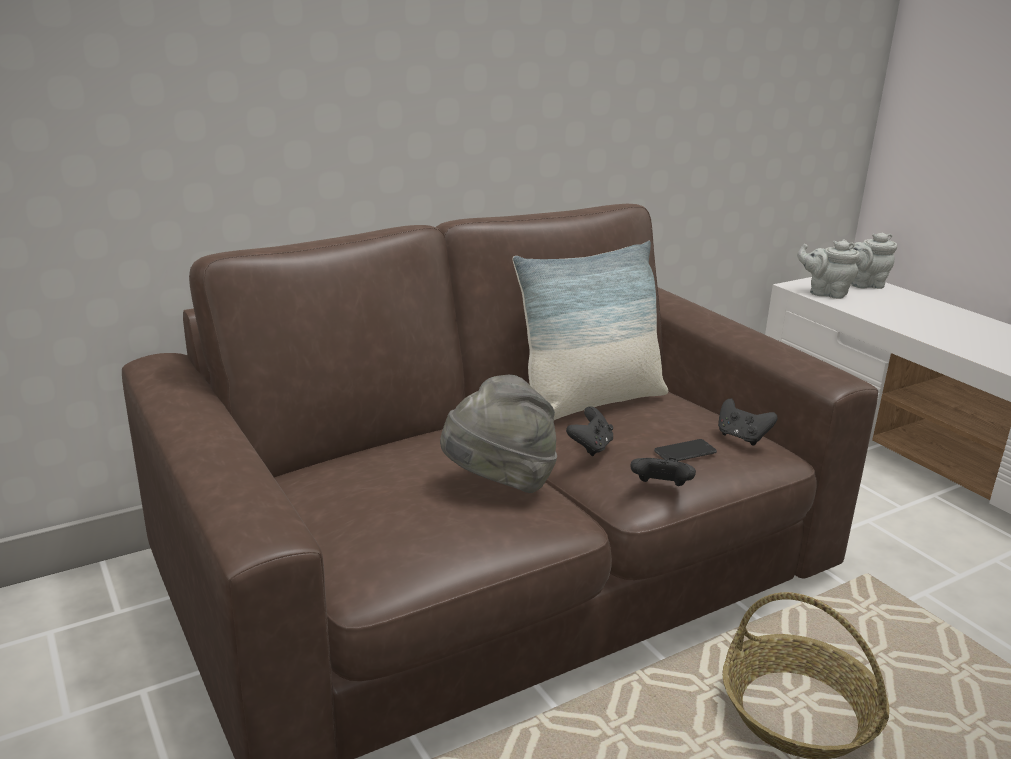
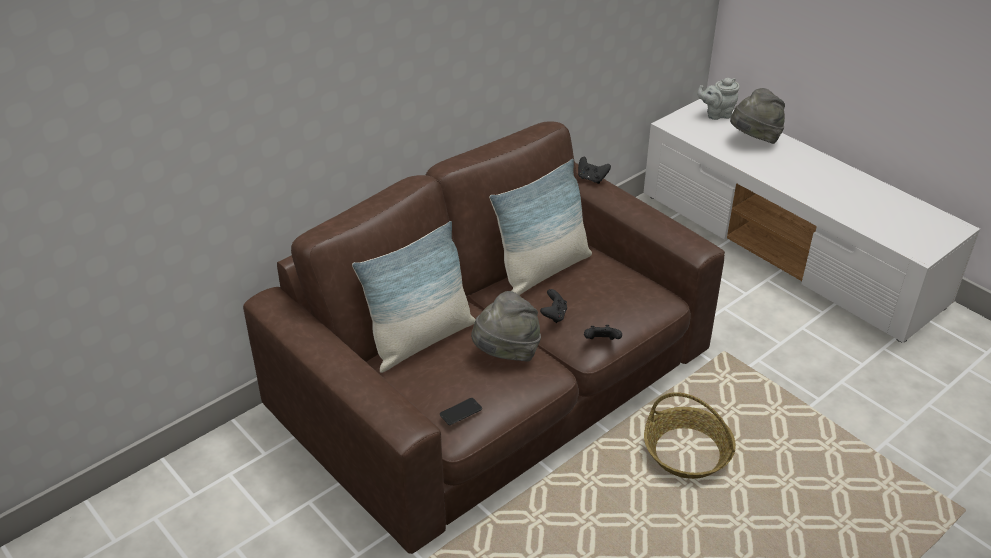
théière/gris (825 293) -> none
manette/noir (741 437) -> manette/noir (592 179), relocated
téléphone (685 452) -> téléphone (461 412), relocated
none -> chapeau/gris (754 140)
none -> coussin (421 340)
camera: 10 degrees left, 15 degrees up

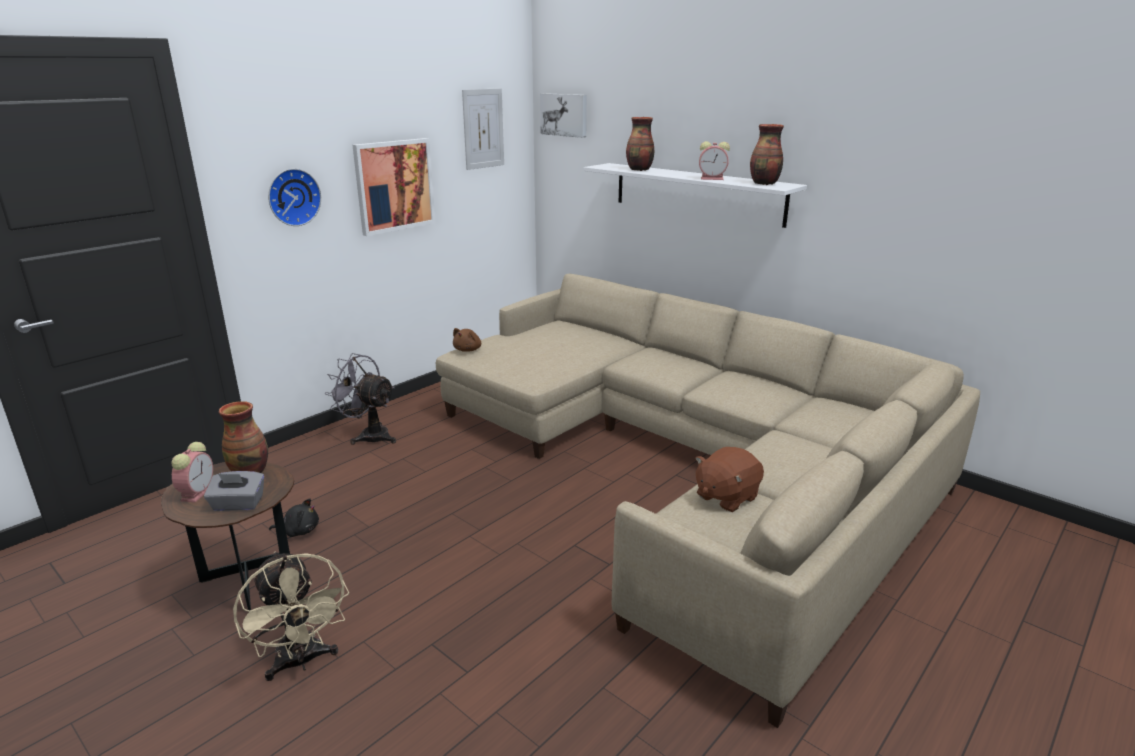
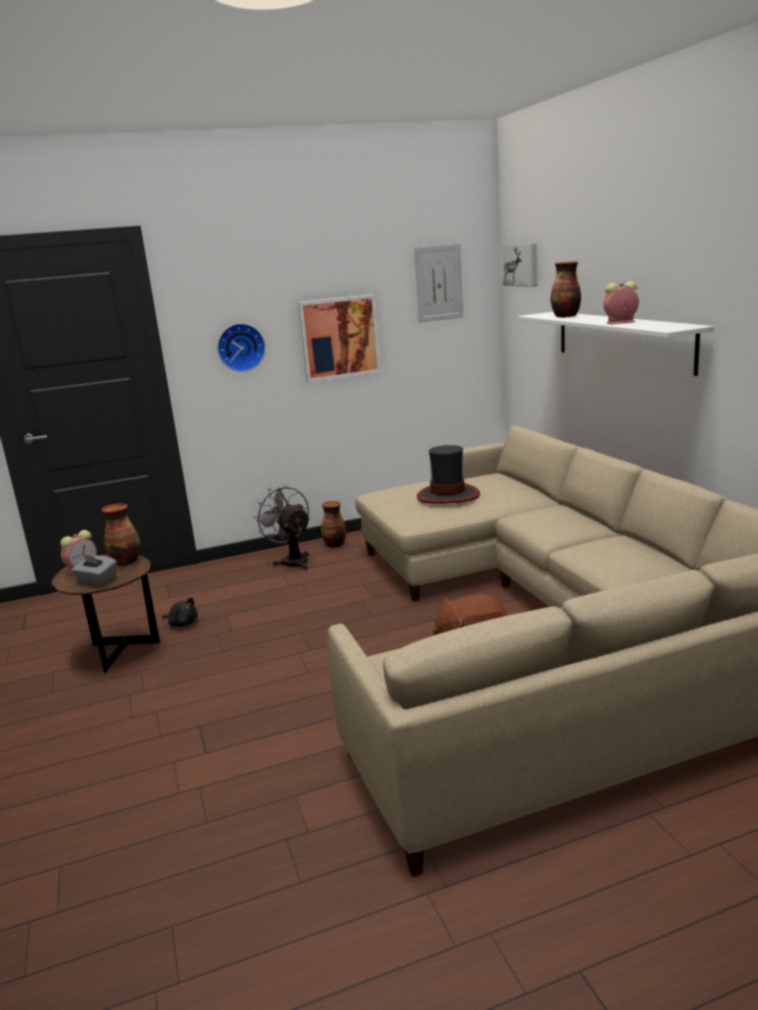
vase (764 183) -> vase (334 545), relocated
réveil (713 178) -> réveil (619 322), 135 degrees clockwise
peluche/marron (468 350) -> none
ventilateur/beige (301 662) -> none
none -> chapeau (448 495)
camera: 30 degrees right, 5 degrees down

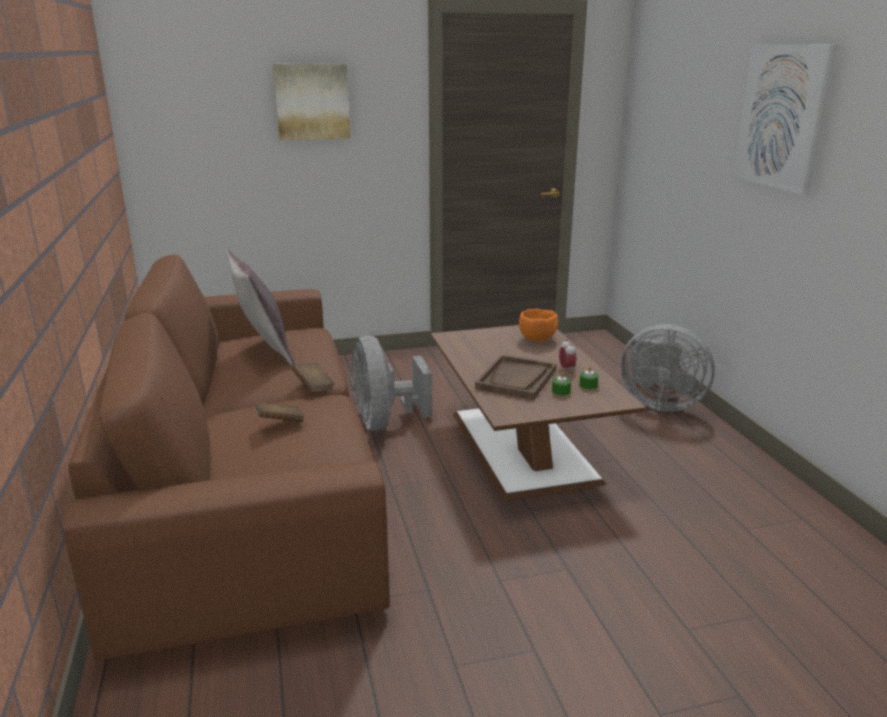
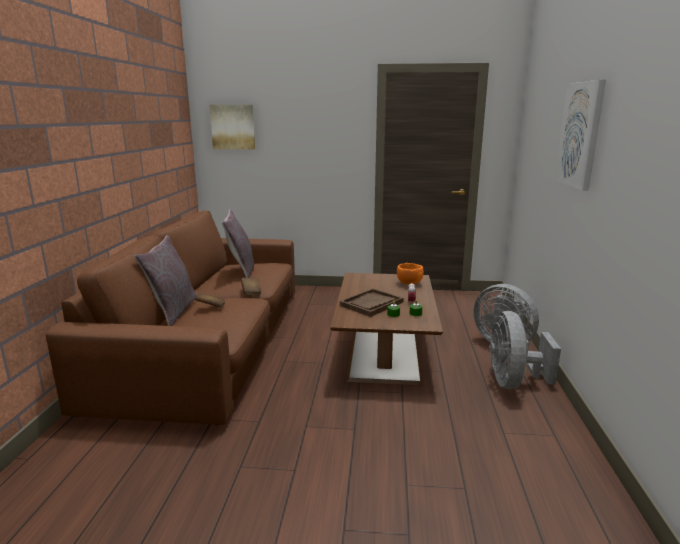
tableau (312 101) -> tableau (233 127), relocated
ventilateur/gris (384 422) -> ventilateur/gris (513 382), relocated
none -> coussin/gris (172 311)
camera: 20 degrees right, 5 degrees down

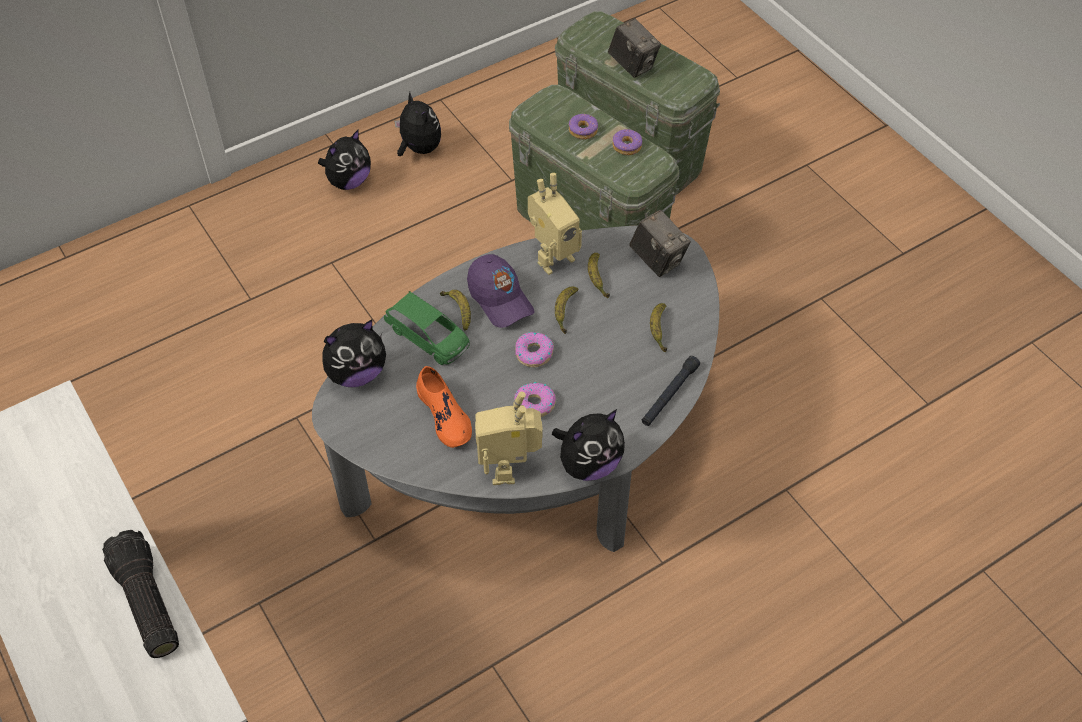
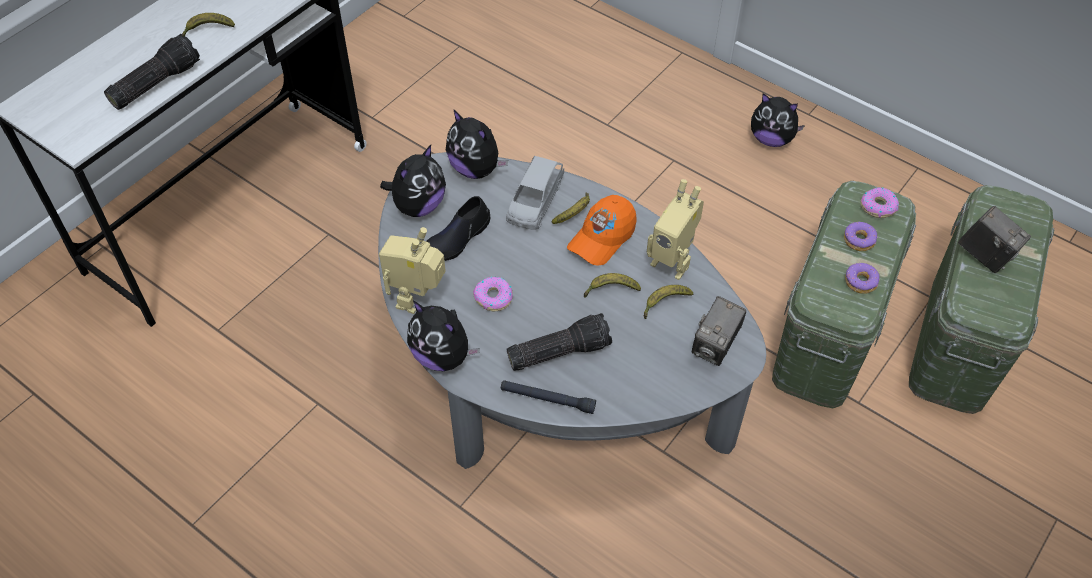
appareil photo (632 65) -> appareil photo (985 255), 75 degrees counterclockwise
peluche (419 149) -> peluche (418 206), relocated
casquette/violet (500 299) -> casquette/orange (602 238)
petite voiture/vert (428 338) -> petite voiture/gris (534 202)
banane (658 330) -> banane (207 30), relocated
beignet (533 353) -> beignet (878 206), relocated
chaussure/orange (444 415) -> chaussure/noir (456 239)
robot jouet (510 468) -> robot jouet (418 300), 45 degrees counterclockwise
none -> lampe de poche (559 351)
camera: 70 degrees right, 0 degrees up

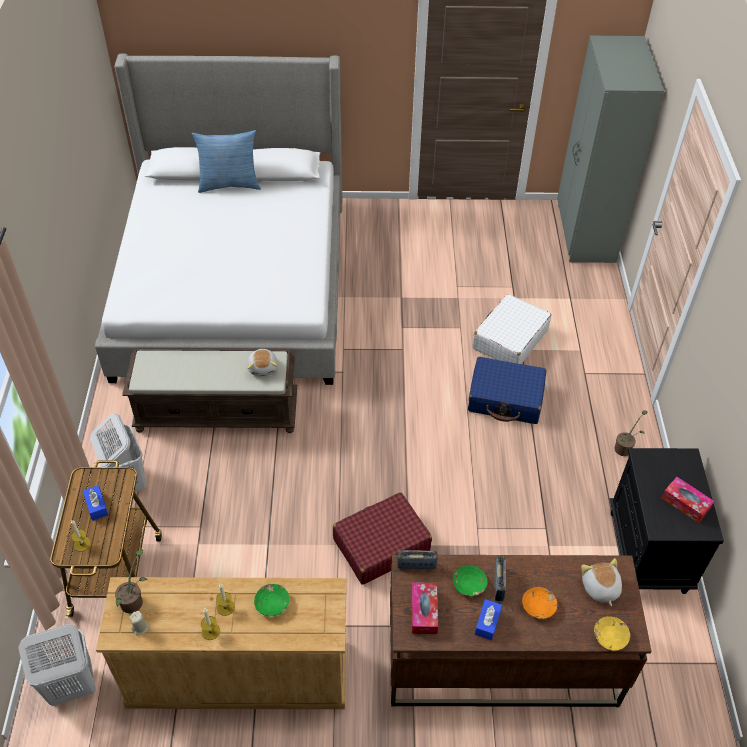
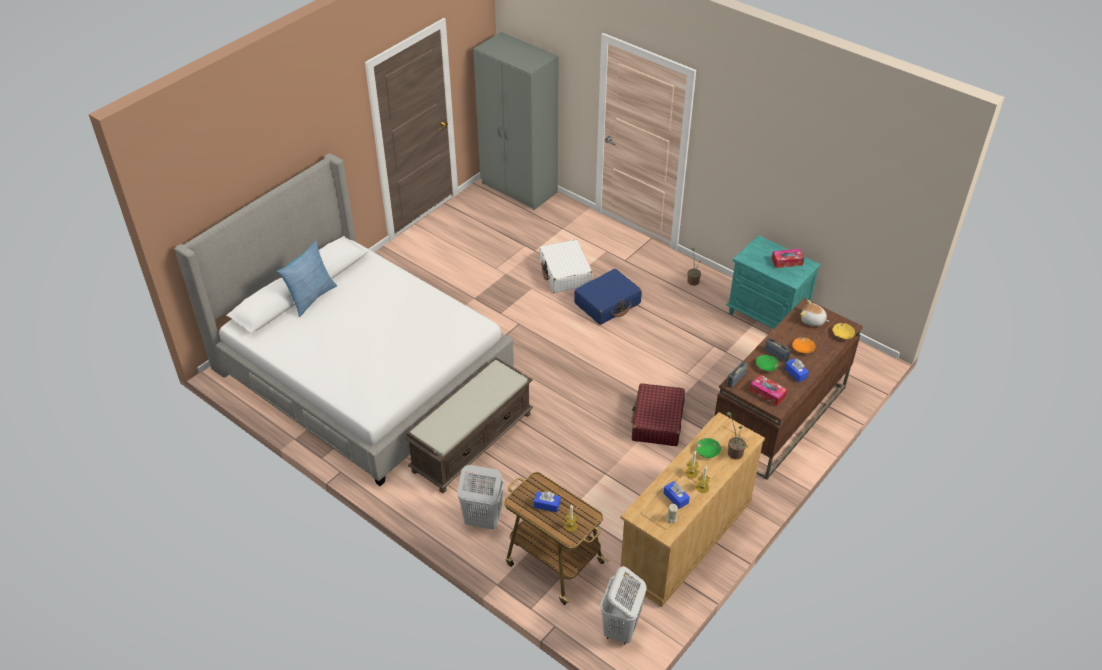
peluche (263 367) -> none
table de chevet/noir (648 552) -> table de chevet/turquoise (767 316)
plante en pot (134 600) -> plante en pot (734 451), relocated
none -> boîte à mouchoirs/bleu (676 498)
camera: 50 degrees left, 5 degrees down

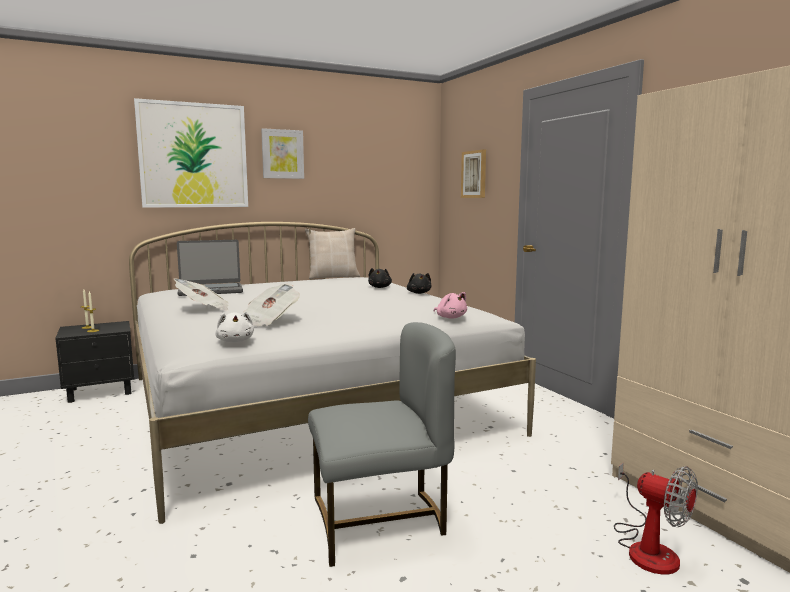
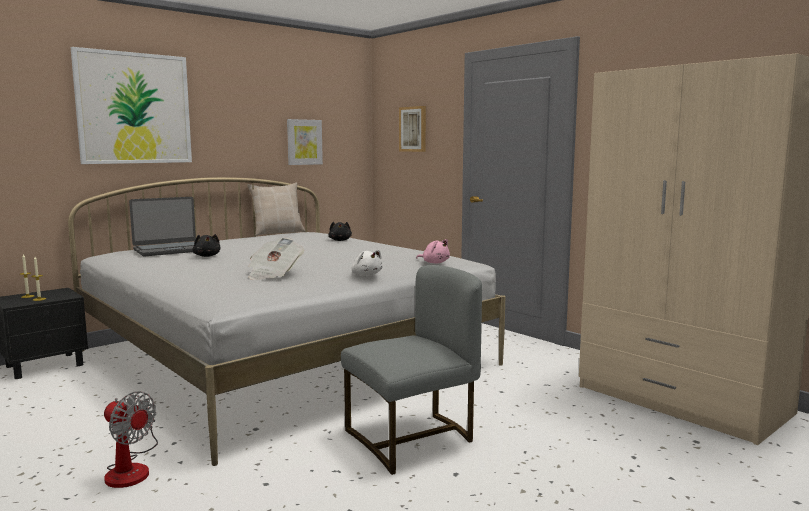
tableau (282 154) -> tableau (304 142), relocated
peluche/noir (419 293) -> peluche/noir (207 256), relocated
journal (204 309) -> none
peluche/blanc (235 341) -> peluche/blanc (366 275), relocated
ventilateur (647 547) -> ventilateur (131 468), relocated
camera: 15 degrees left, 0 degrees up

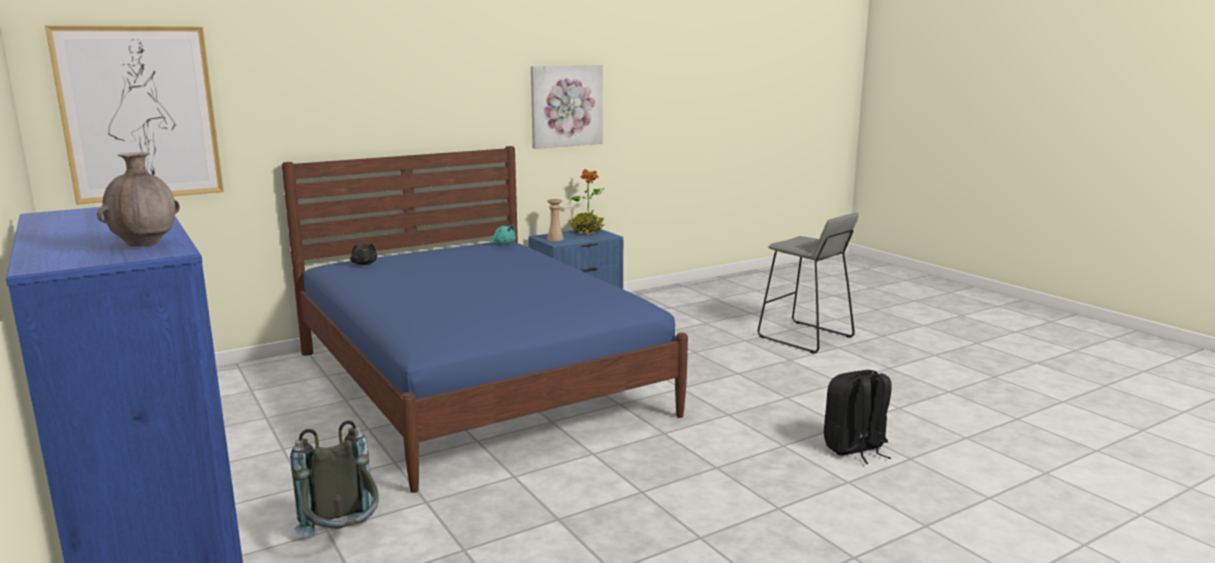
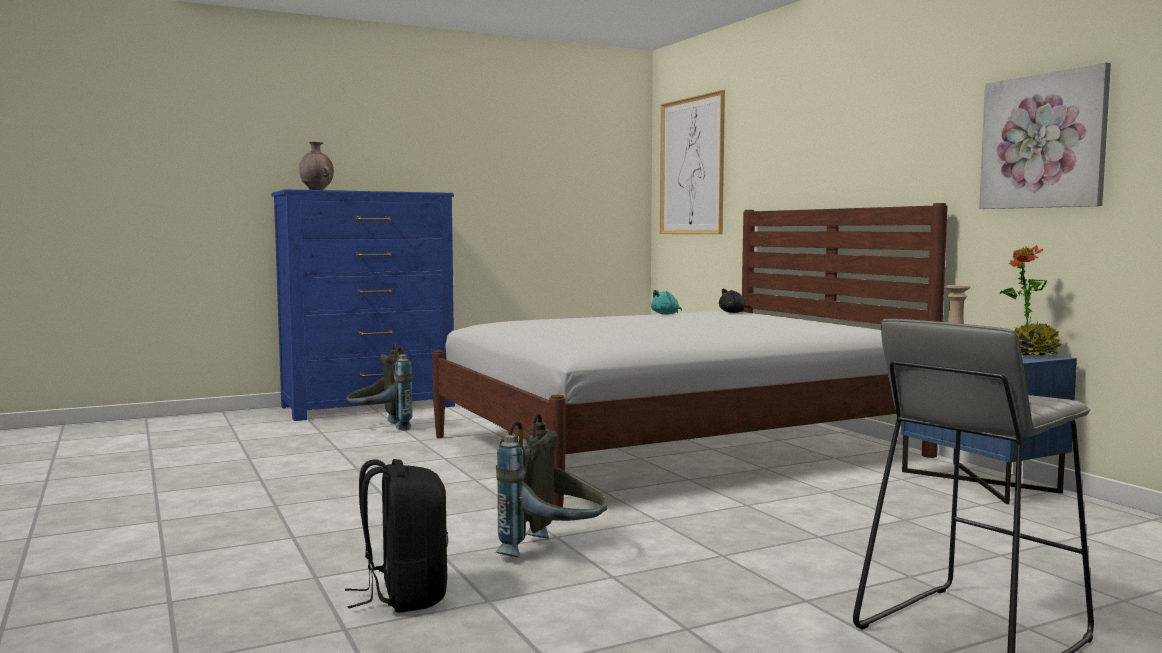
lit/bleu (477 382) -> lit/blanc (673 446)
peluche/turquoise (503 244) -> peluche/turquoise (666 314), relocated
none -> sac à dos/gris (554 553)
camera: 95 degrees right, 10 degrees down

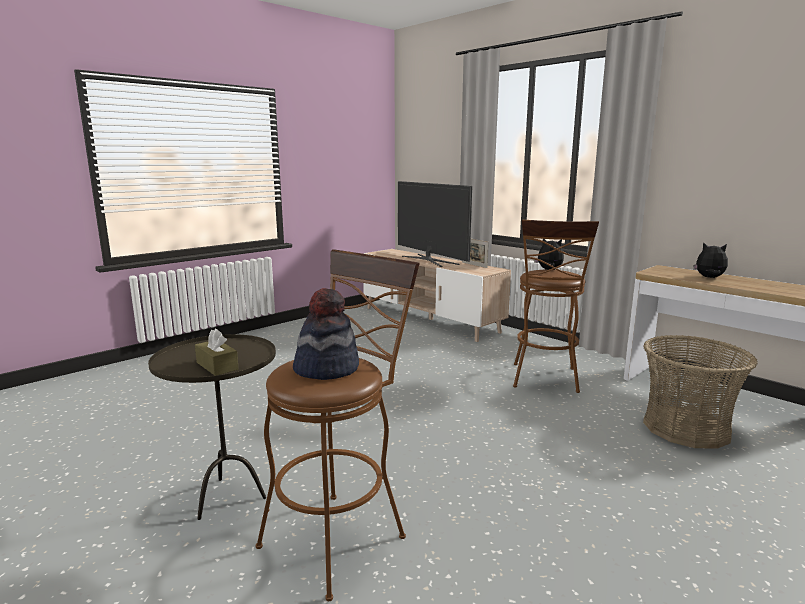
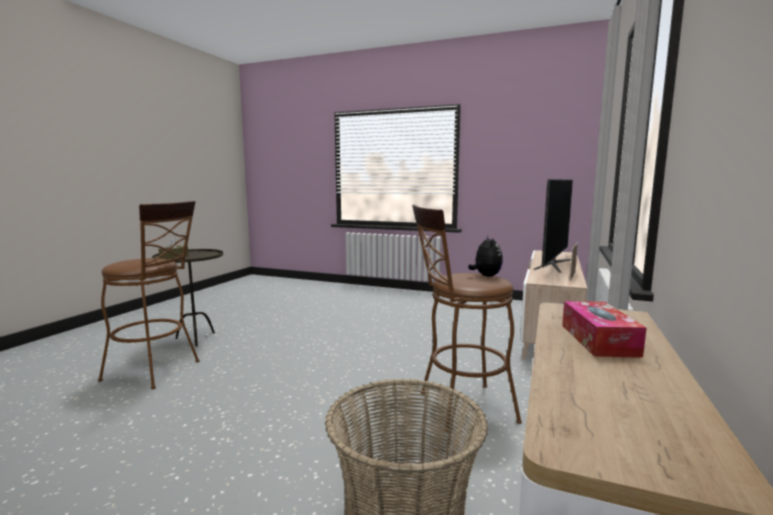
peluche (709 278) -> boîte à mouchoirs (598 340)
chapeau (327 369) -> none
camera: 65 degrees right, 5 degrees down

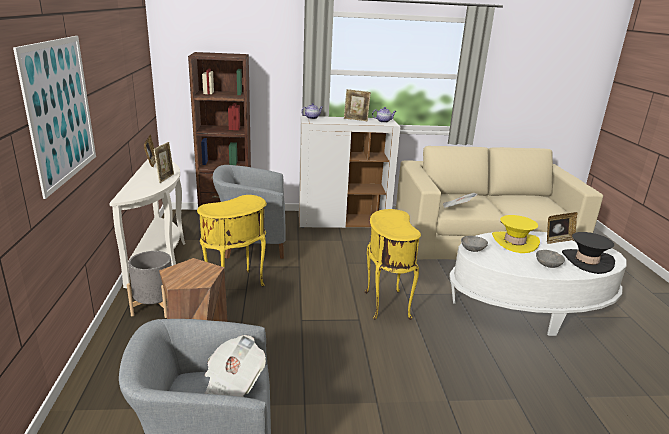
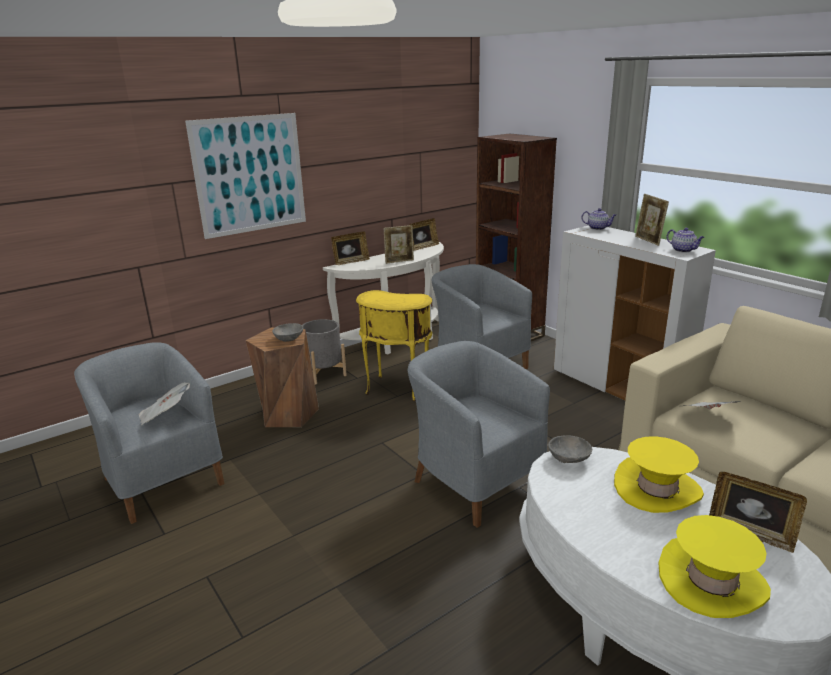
table d'appoint/jaune (385 305) -> fauteuil/gris (473 481)
chapeau/noir (586 261) -> chapeau/jaune (711 581)
bol/gris (547 264) -> bol/gris (289 339), relocated
none -> cadre photo (351 262)
camera: 60 degrees right, 0 degrees up

